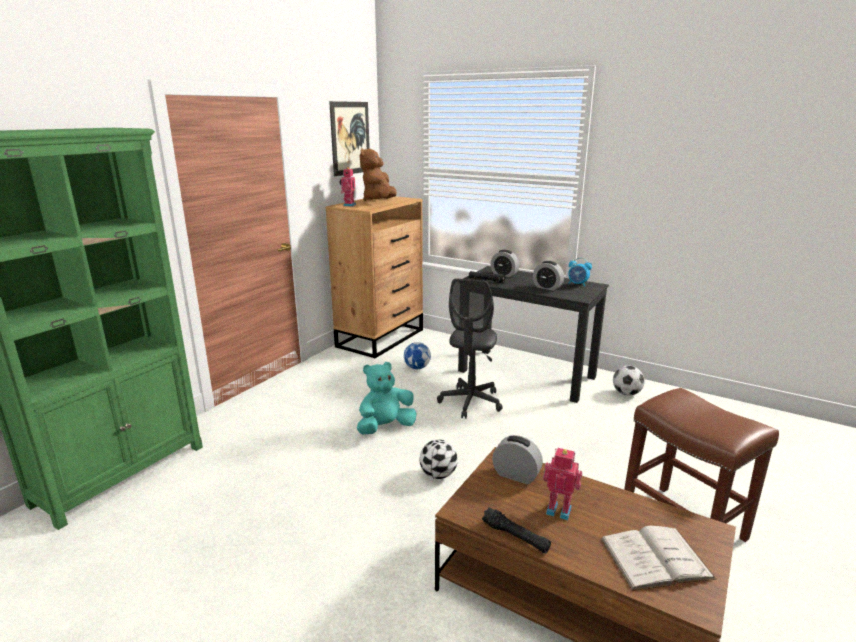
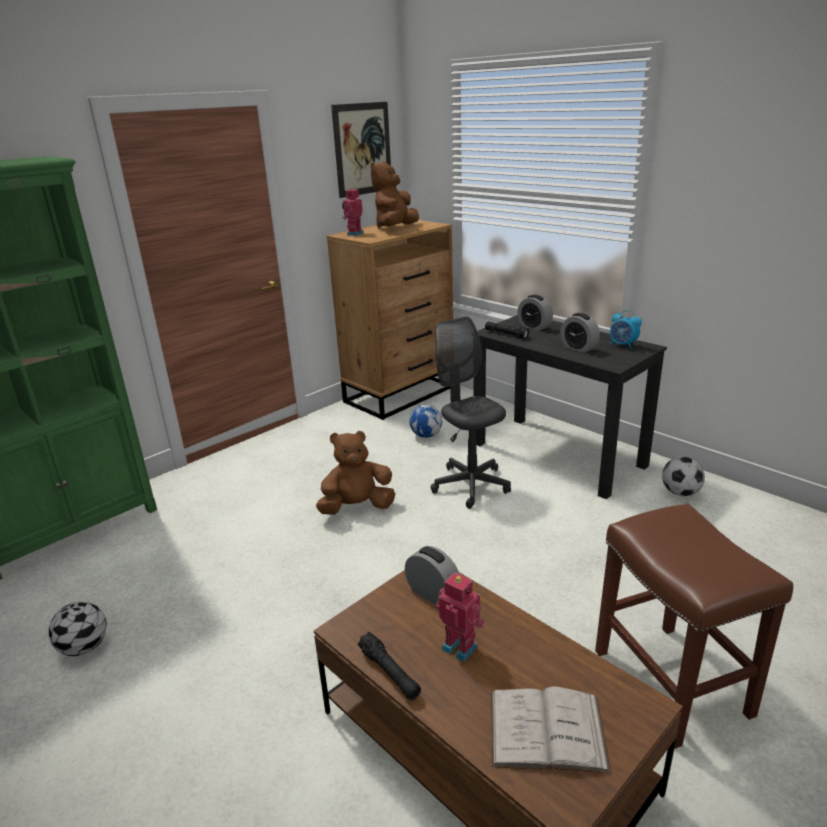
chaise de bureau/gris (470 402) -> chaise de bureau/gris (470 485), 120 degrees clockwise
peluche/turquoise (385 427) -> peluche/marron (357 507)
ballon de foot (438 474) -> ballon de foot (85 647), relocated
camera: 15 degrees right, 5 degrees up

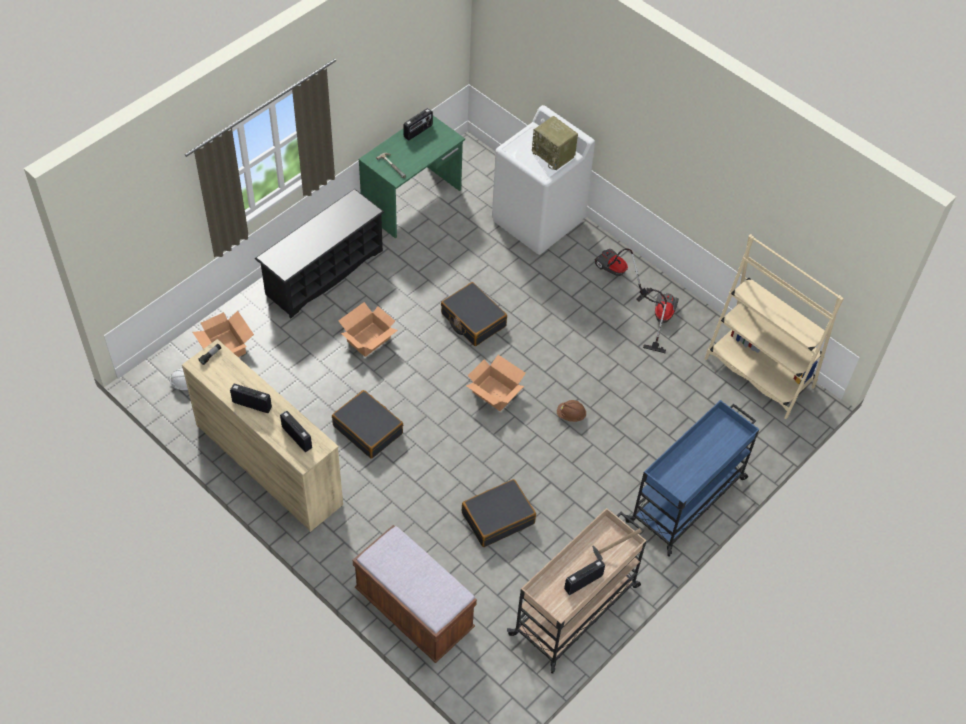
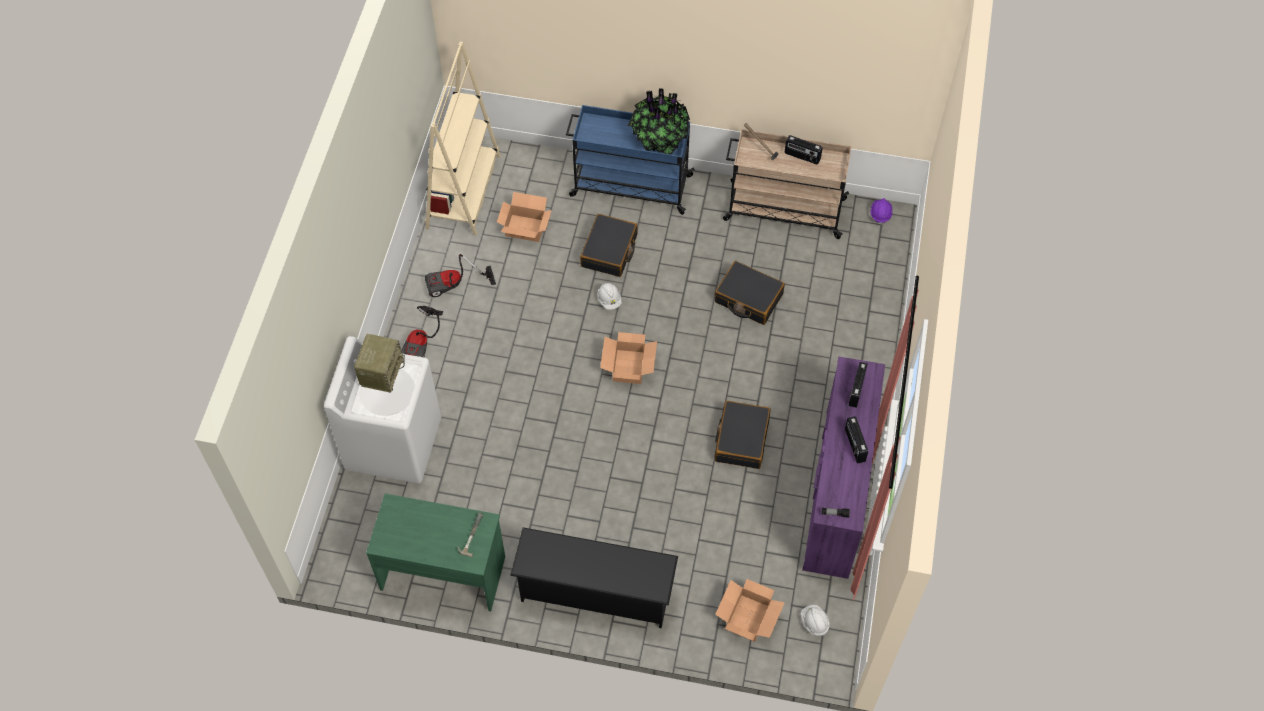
radio (418 131) -> none
valise/noir (473 320) -> valise/noir (609 251), relocated
carton (369 339) -> carton (525 227), relocated
commode/beige (269 464) -> commode/violet (835 493)
casque de chantier/marron (570 415) -> casque de chantier/blanc (609 300)
banc/marron (414 610) -> none
none -> plante en pot (659 139)
none -> casque de chantier/violet (880 214)
camera: 120 degrees left, 5 degrees up

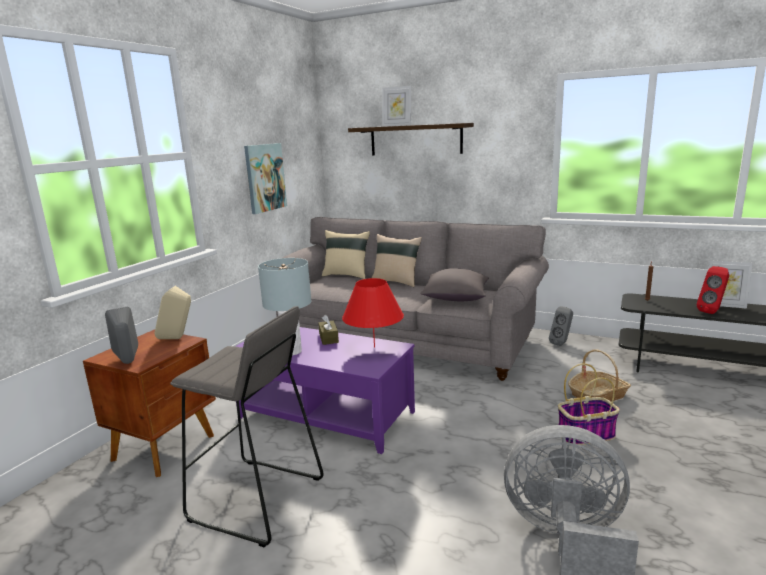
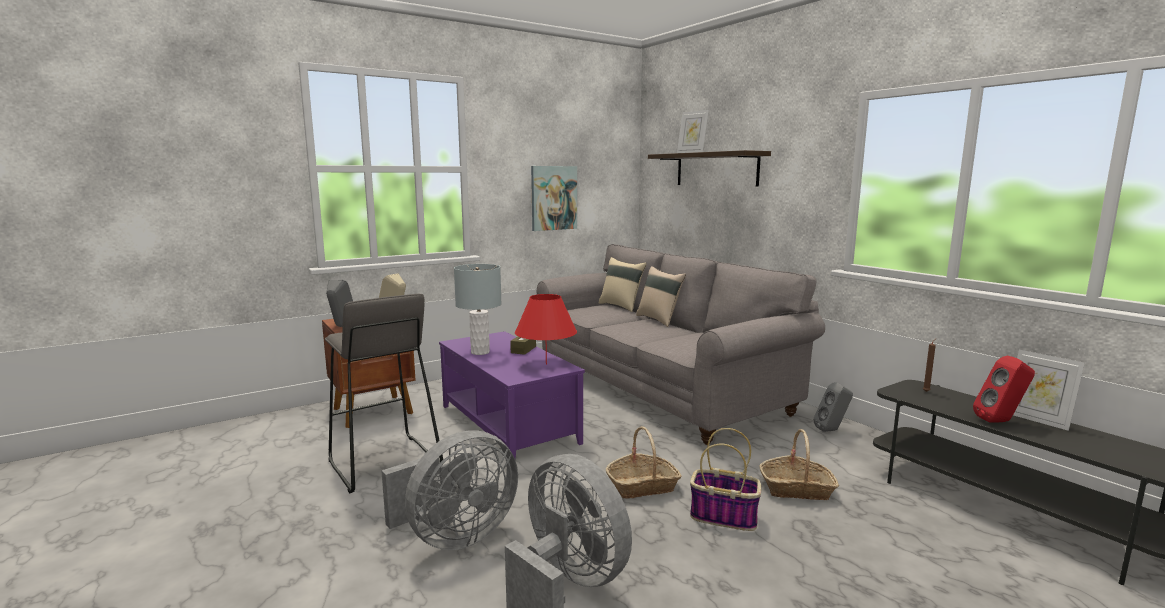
coussin/gris (455 298) -> none
none -> panier (643 486)
none -> ventilateur/gris (455 537)
camera: 30 degrees right, 5 degrees down

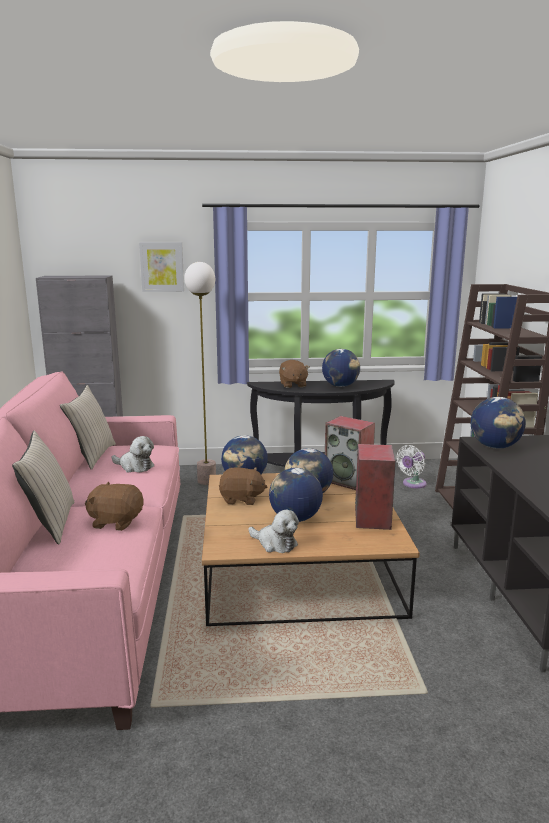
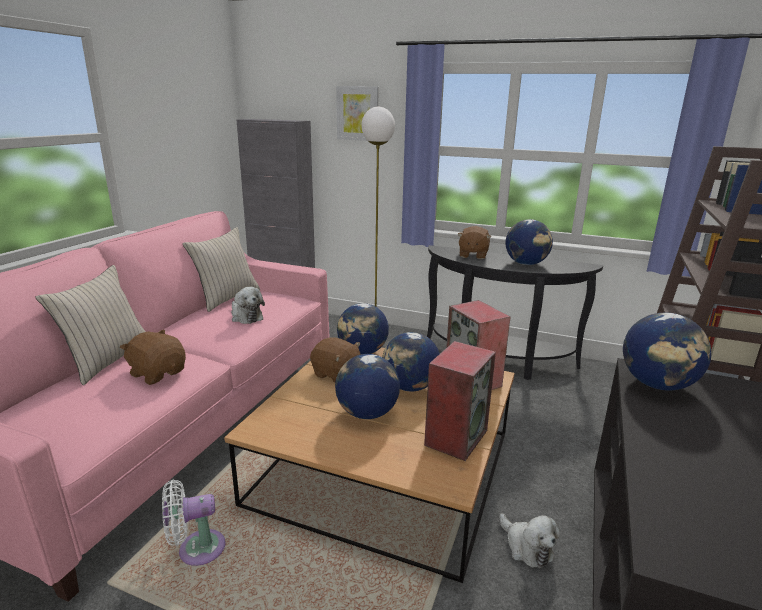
ventilateur/blanc (412 484) -> ventilateur/blanc (196 549), relocated
peluche (275 543) -> peluche (526 547), relocated
camera: 25 degrees right, 5 degrees up

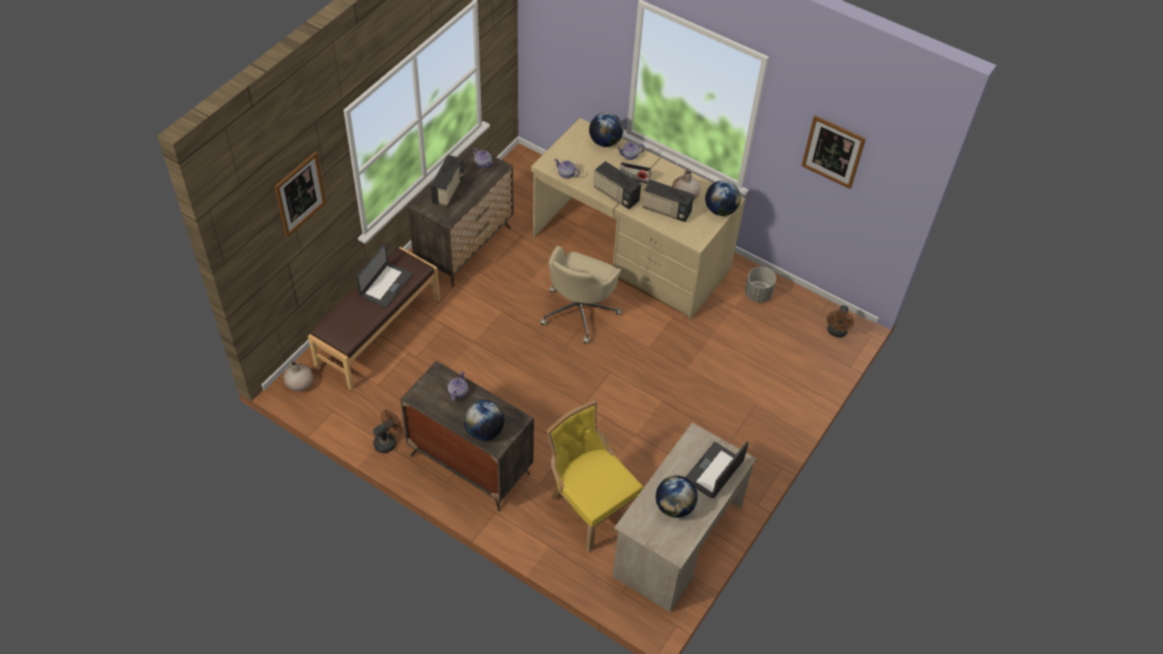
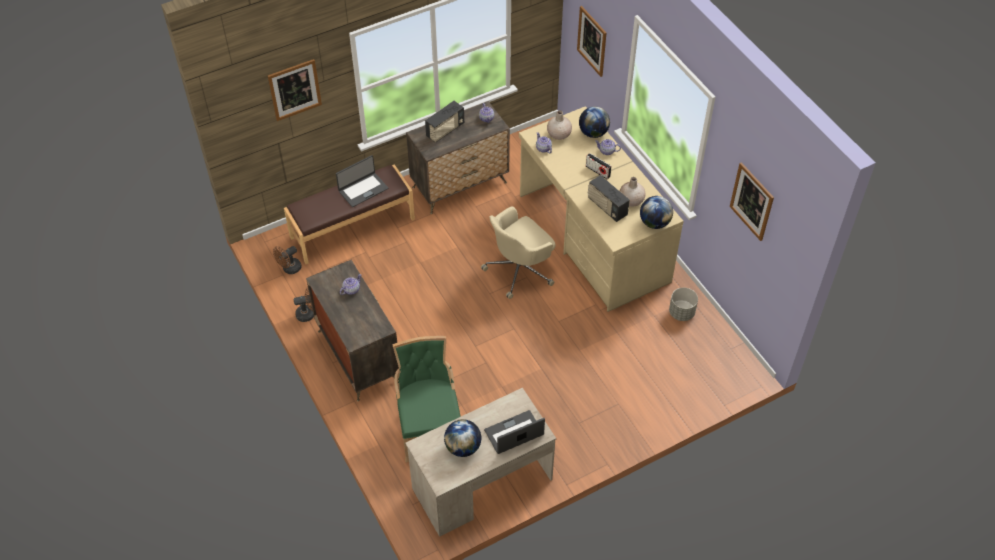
radio (615 195) -> none
ventilateur/marron (836 332) -> ventilateur/marron (289 269), relocated
vase/beige (299 384) -> vase/beige (558 134), relocated
globe (484 431) -> none
chaise/jaune (590 506) -> chaise/vert (429 427)
none -> tableau (592 41)
camera: 30 degrees right, 0 degrees up

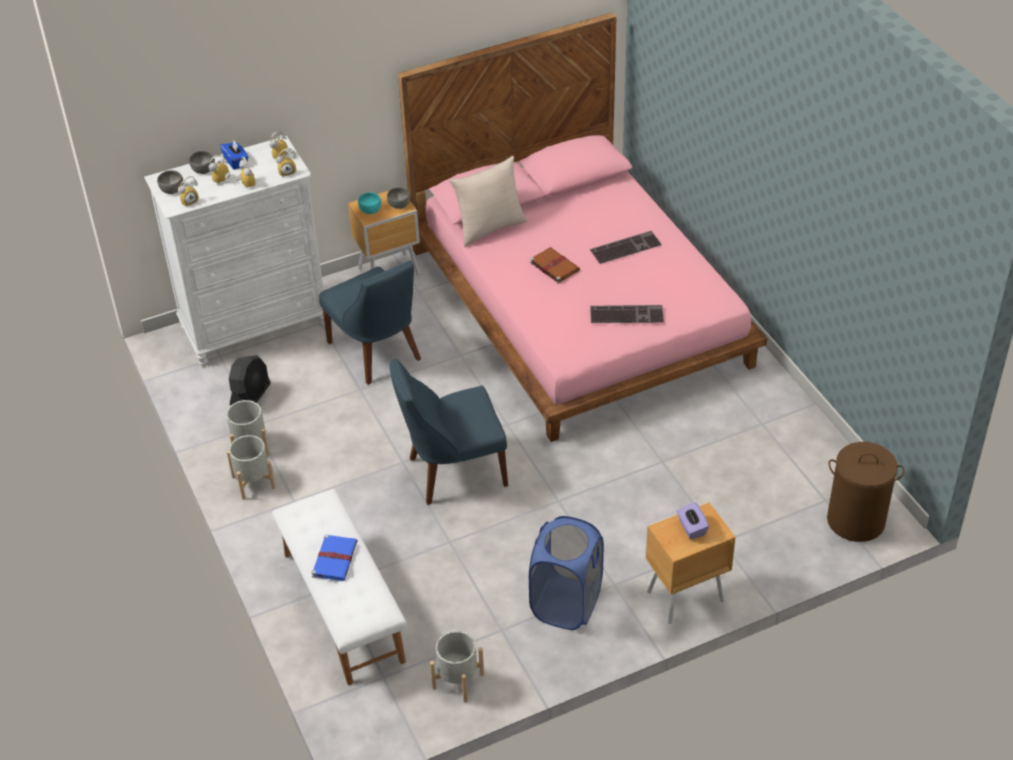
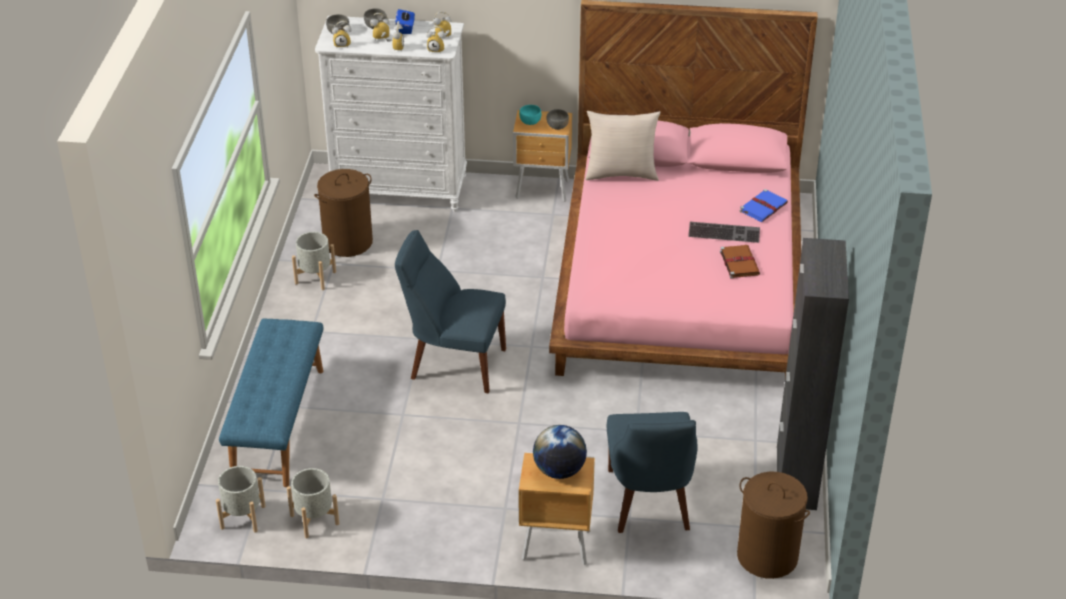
livre/marron (553 266) -> livre/marron (739 262), relocated
chaise/bleu (377 353) -> chaise/bleu (649 503), relocated
clavier (627 313) -> none
ventilateur/noir (251 398) -> panier à linge/marron (348 242)
cache-pot/gris (254 482) -> cache-pot/gris (243 517), relocated
banc/blanc (342 606) -> banc/bleu (277 424)
boîte à mouchoirs/violet (691 528) -> globe (559 471)
panier à linge/bleu (566 604) -> none
livre/bleu (335 558) -> livre/bleu (763 207), relocated
none -> meuble de rangement/noir (796 477)
camera: 30 degrees right, 5 degrees down

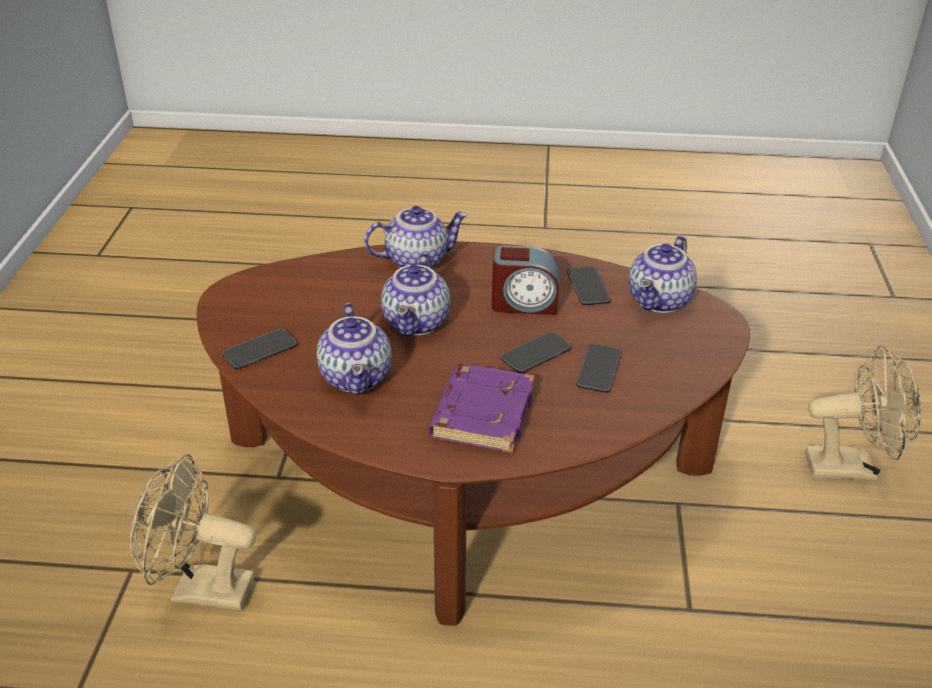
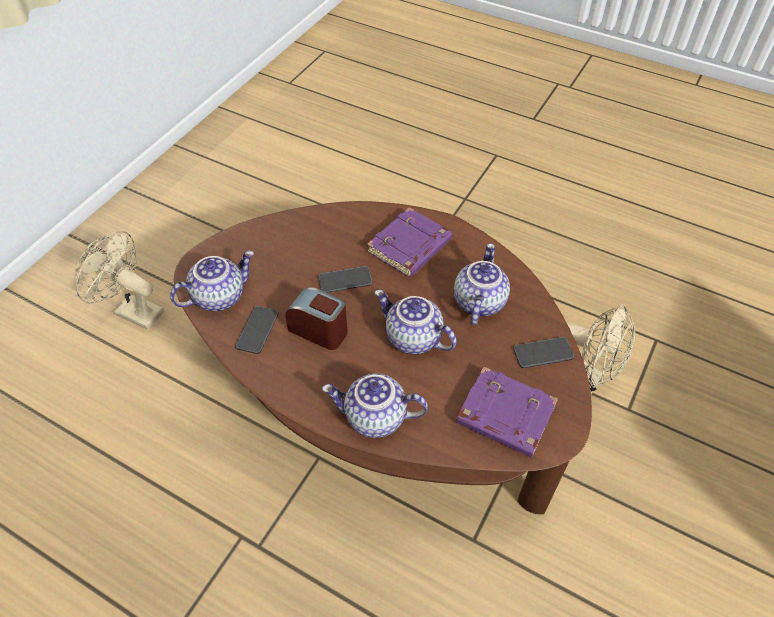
théière (418 323) -> théière (412 339), 90 degrees counterclockwise
téléphone (599 369) -> none
none -> livre/violet (504 416)
camera: 155 degrees left, 15 degrees up

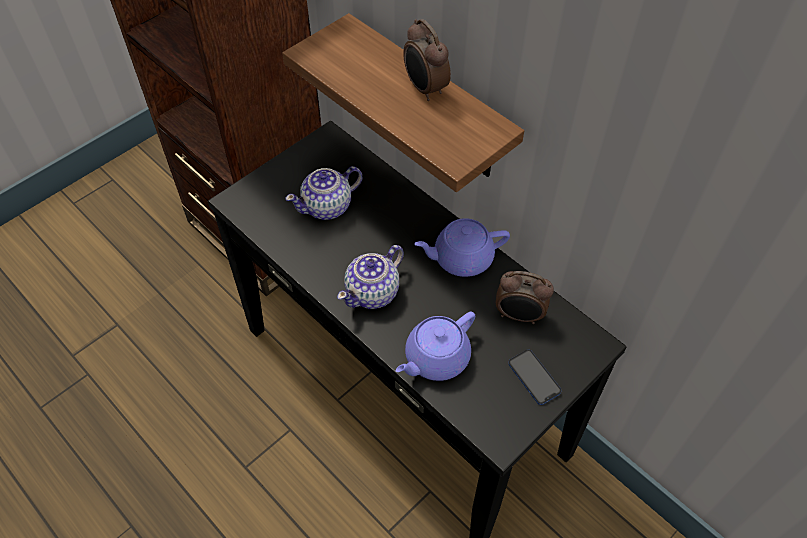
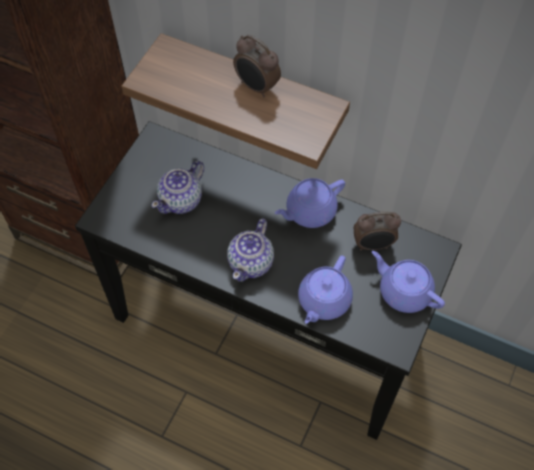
téléphone (534 377) -> théière/violet (403 291)
camera: 20 degrees left, 5 degrees up

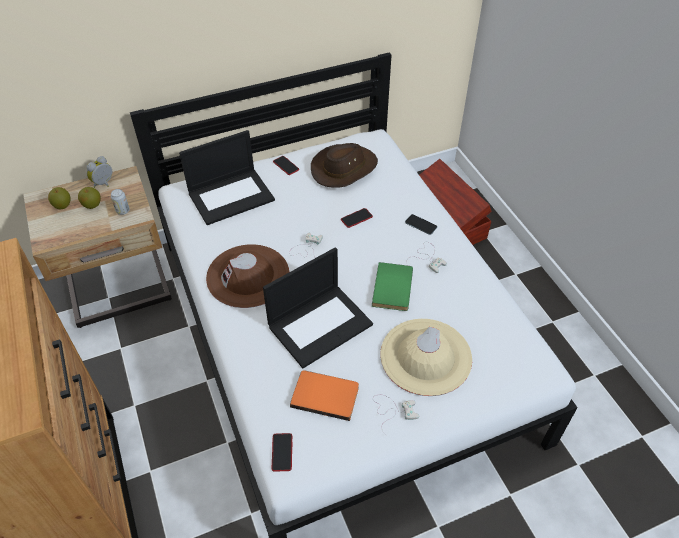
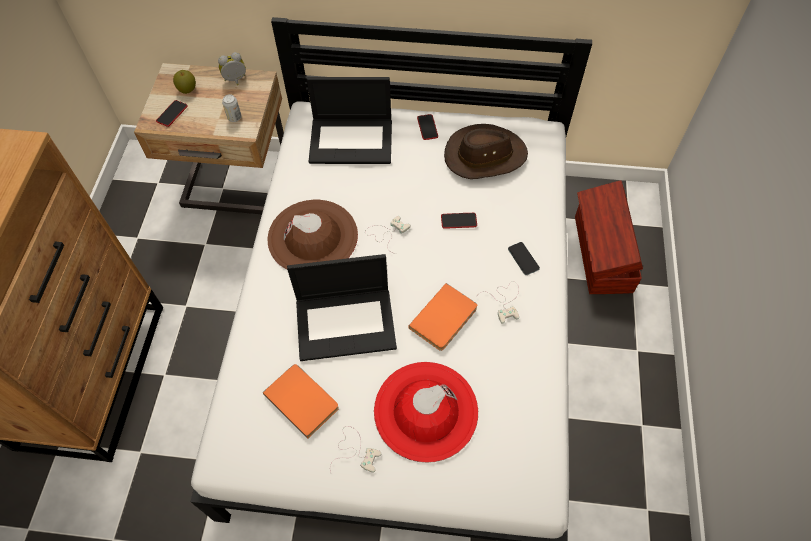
pomme (92 205) -> none
livre/vert (394 288) -> livre/orange (445 319)
chapeau/beige (425 356) -> chapeau/rouge (425 411)
téléphone (282 452) -> téléphone (172 114), relocated
camera: 30 degrees right, 10 degrees up

